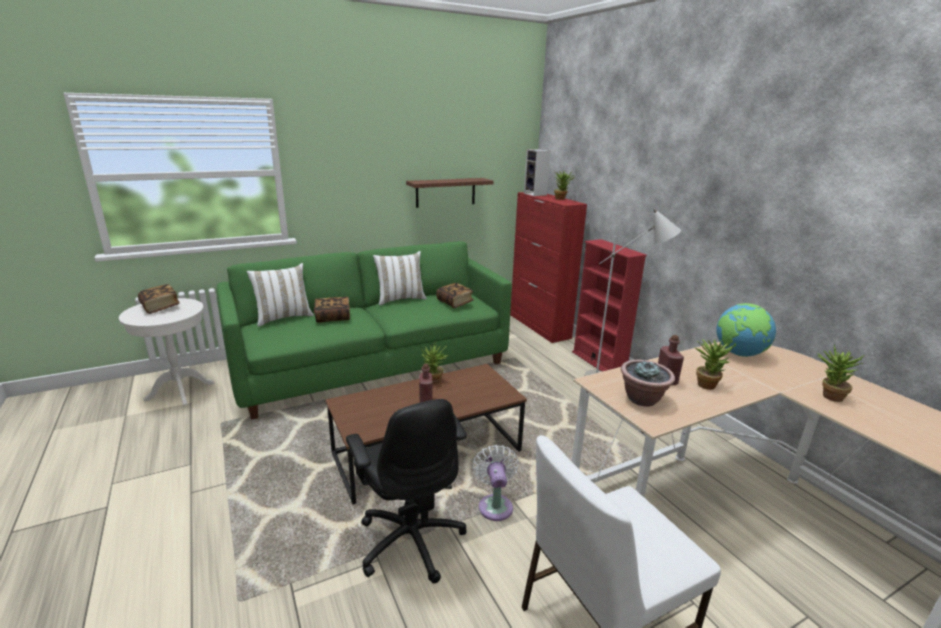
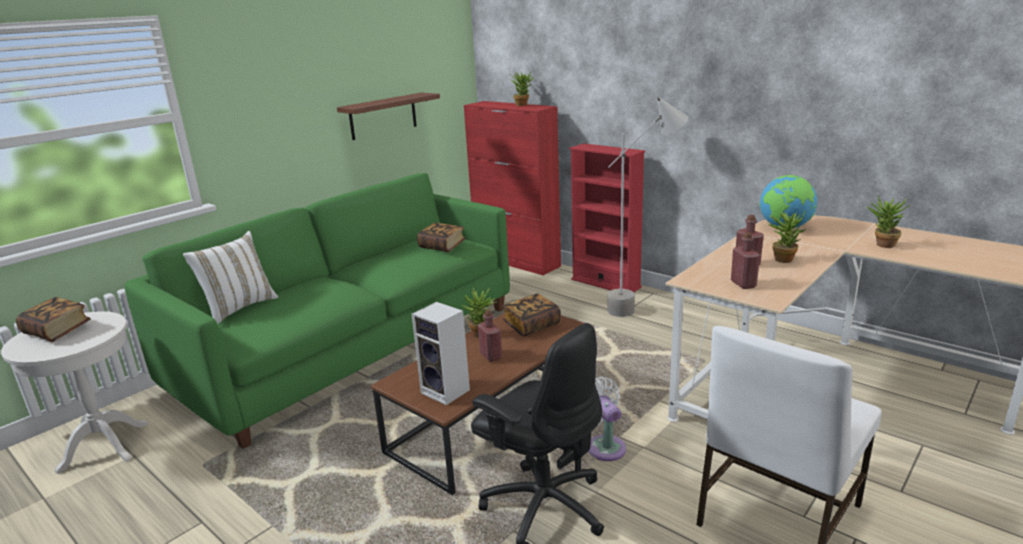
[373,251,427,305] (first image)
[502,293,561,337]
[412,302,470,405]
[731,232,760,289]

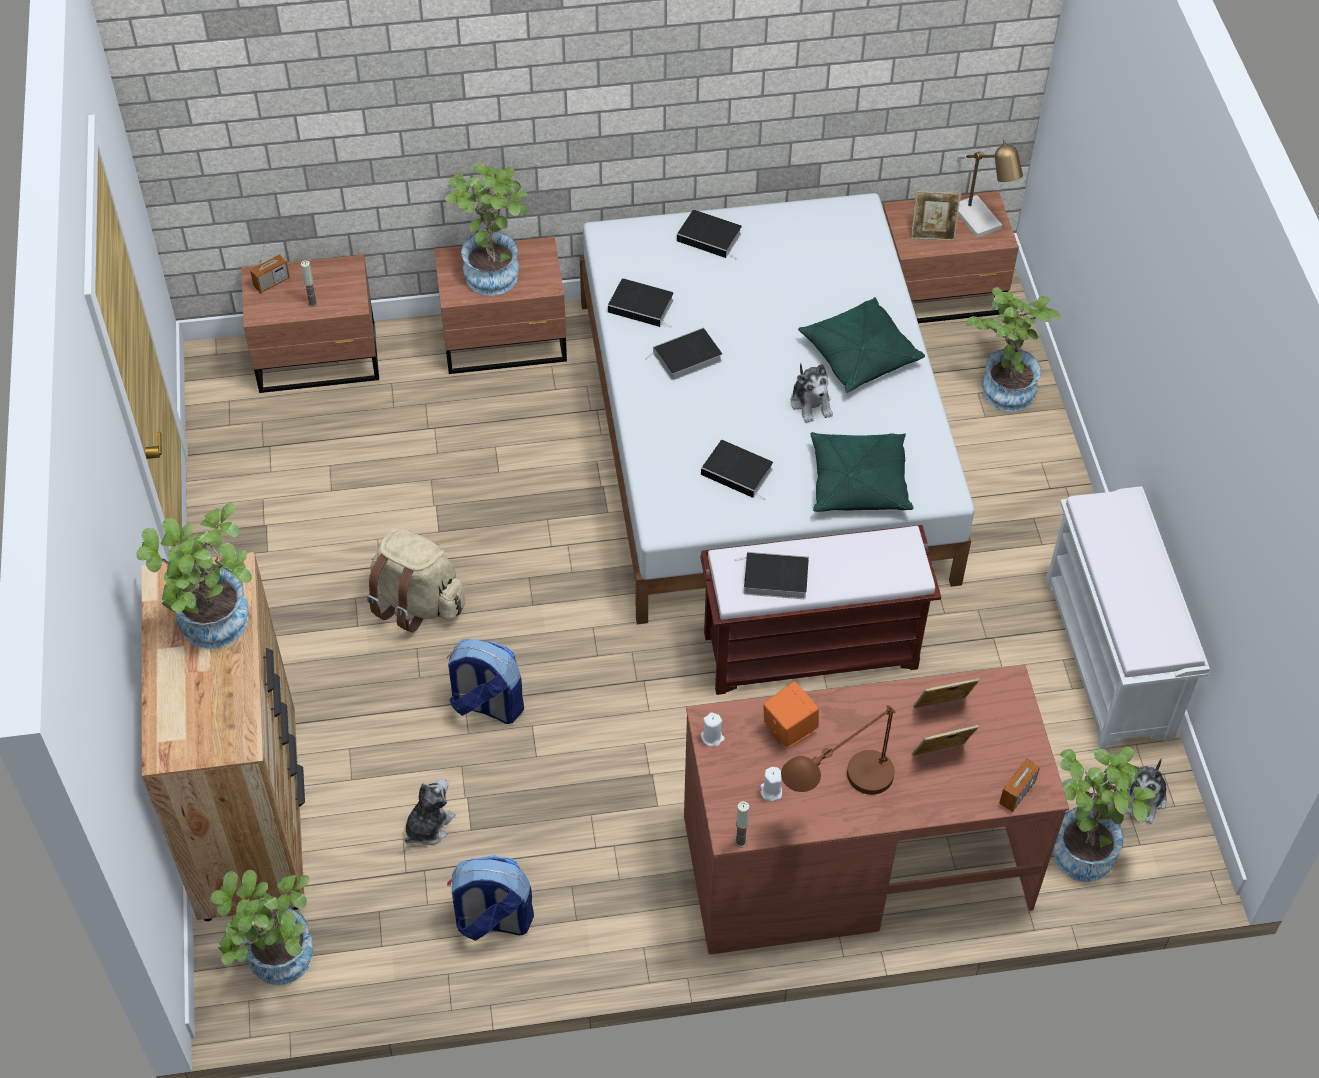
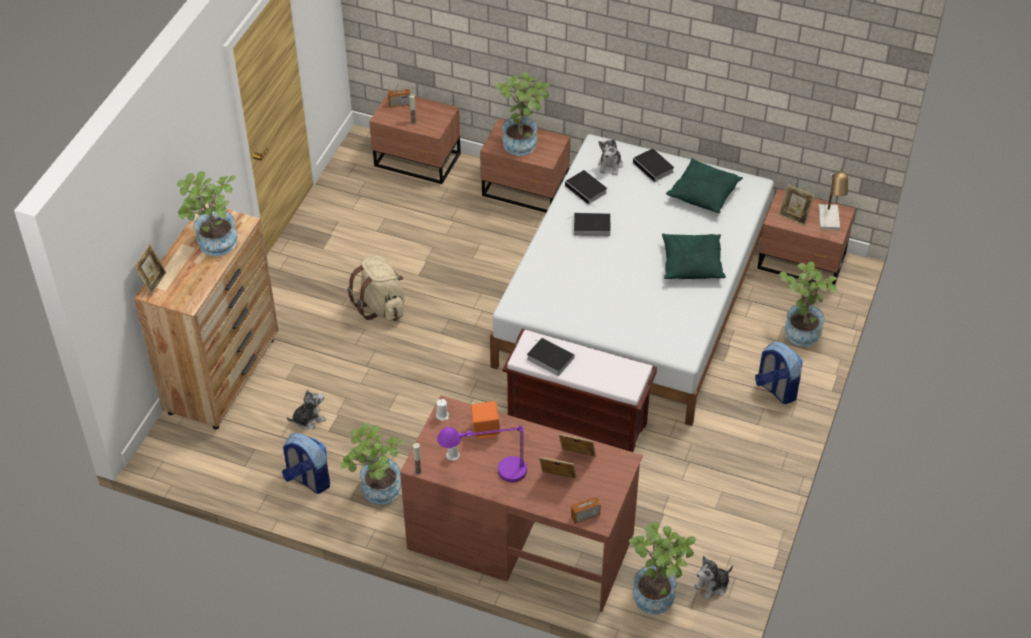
[701,440,773,500] (first image)
[1045,486,1210,749] (first image)
[134,244,166,295]
[340,423,405,504]
[755,341,803,404]
[598,139,623,176]
[666,158,743,213]
[437,425,527,482]

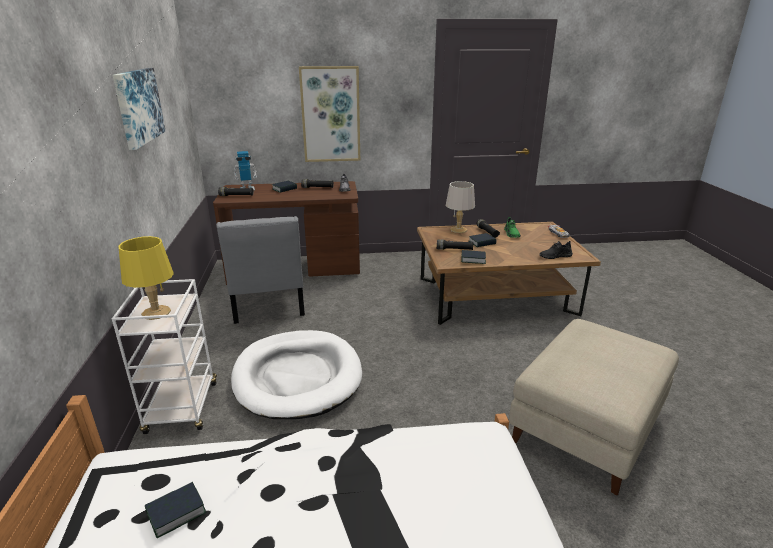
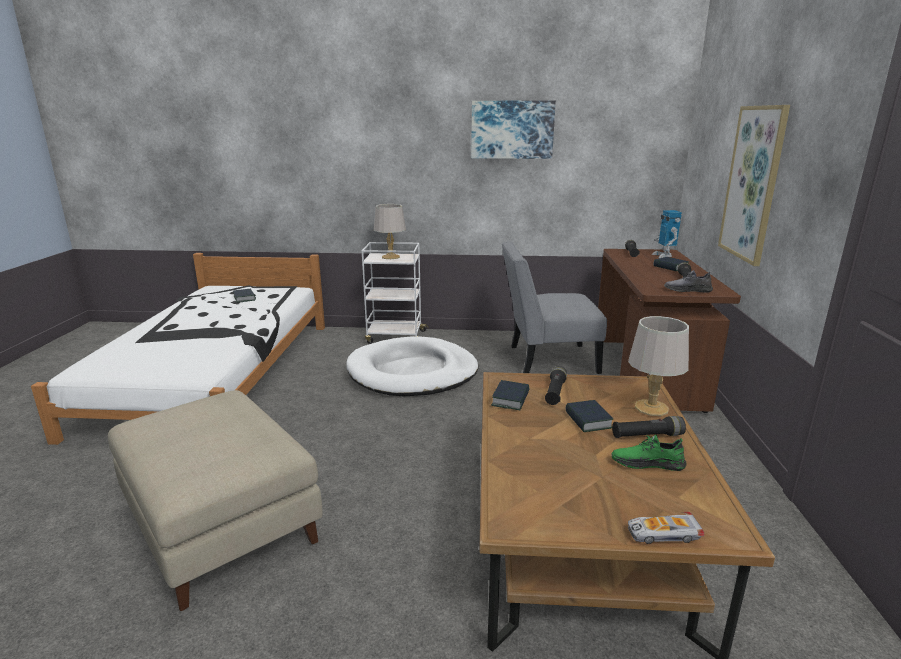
[539,241,573,259] (first image)
[374,204,406,259]

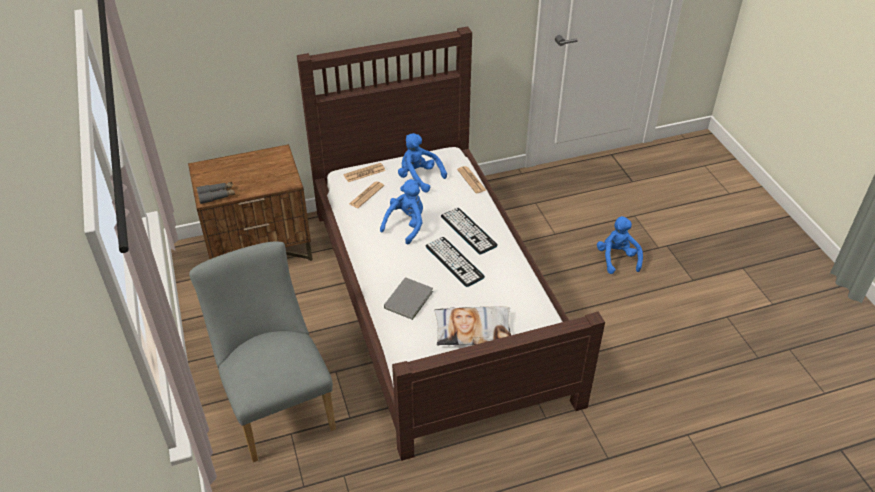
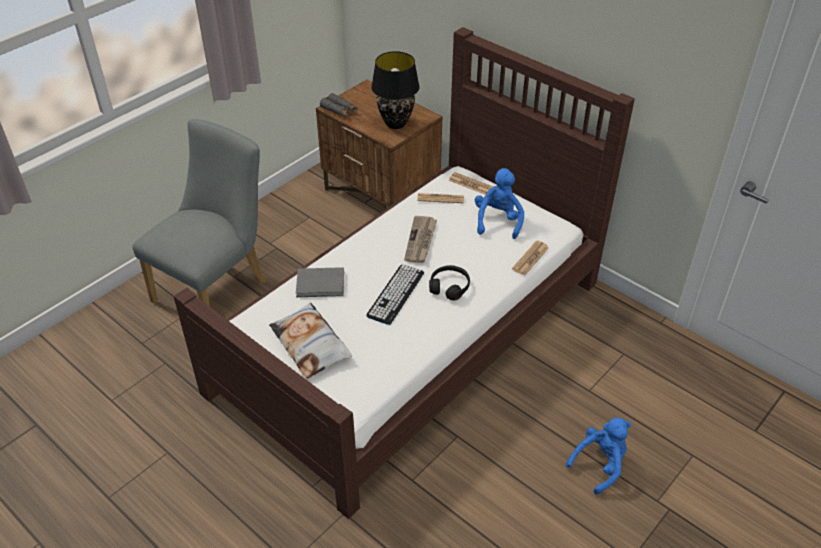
[371,51,420,129]
[404,216,437,263]
[429,265,470,301]

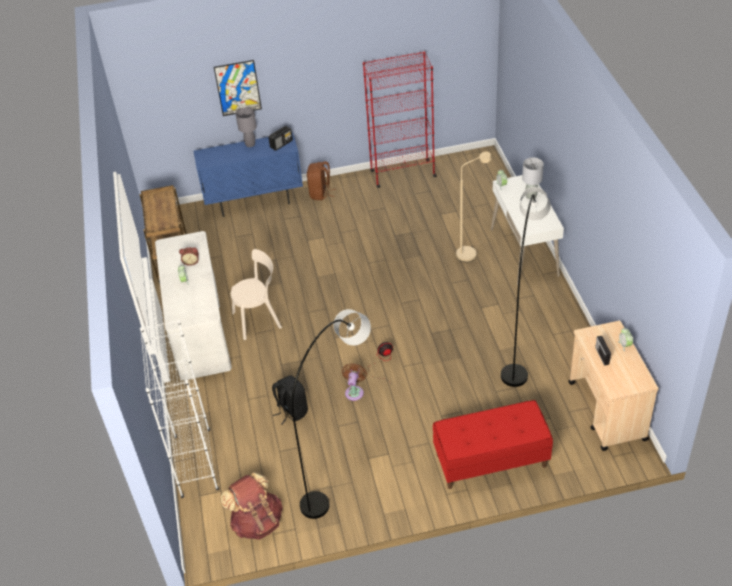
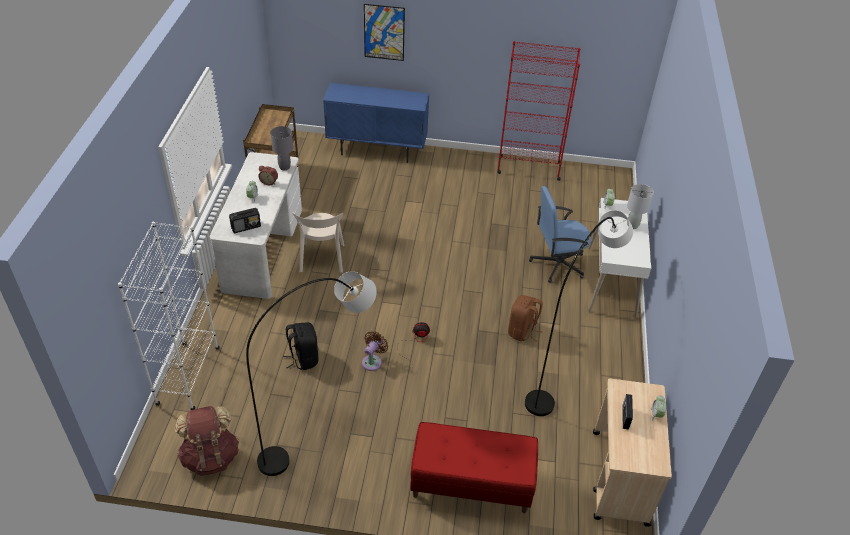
[271,126,293,170]
[229,208,261,233]
[508,295,543,342]
[529,186,591,283]
[292,212,344,273]

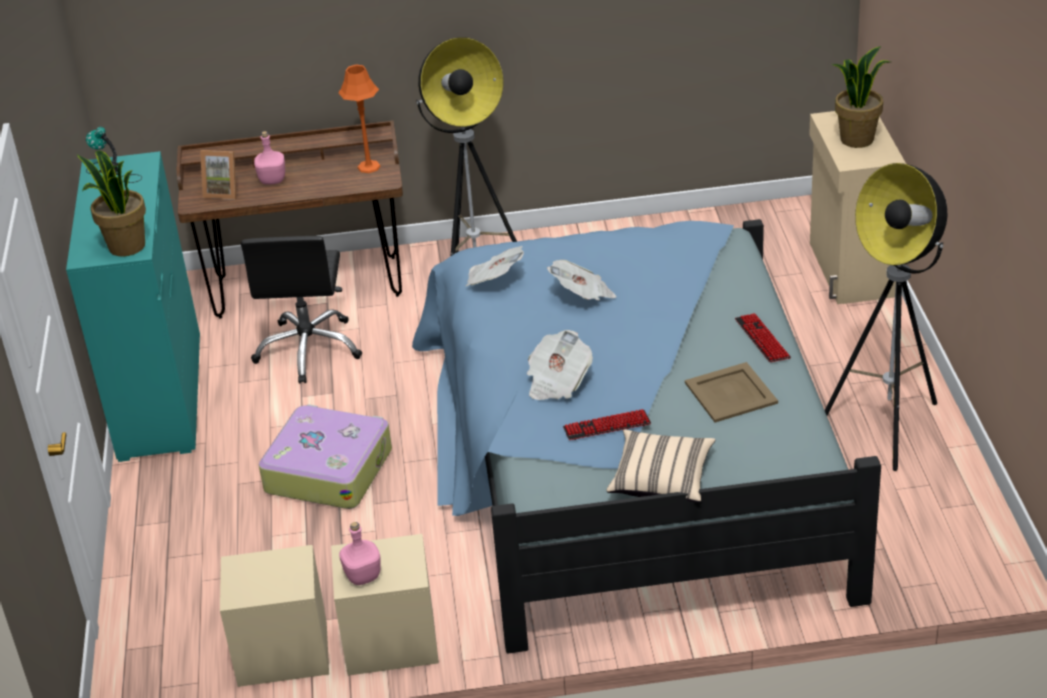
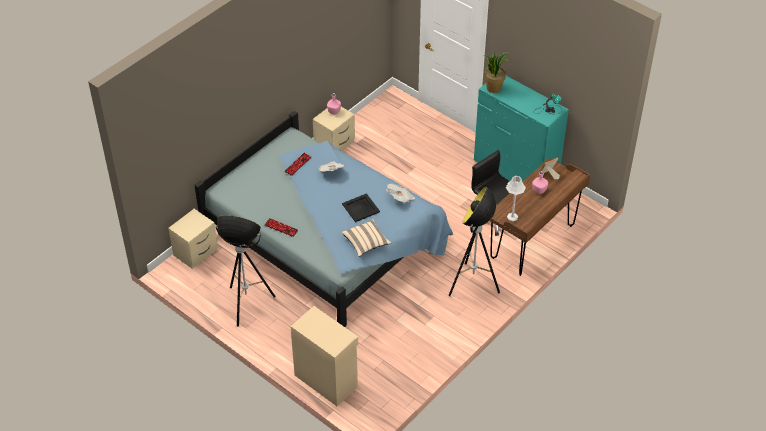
[258,404,392,509] (first image)
[685,362,778,423] (first image)
[832,46,890,148] (first image)
[168,209,218,269]
[342,219,391,257]
[342,193,380,222]
[506,176,526,221]

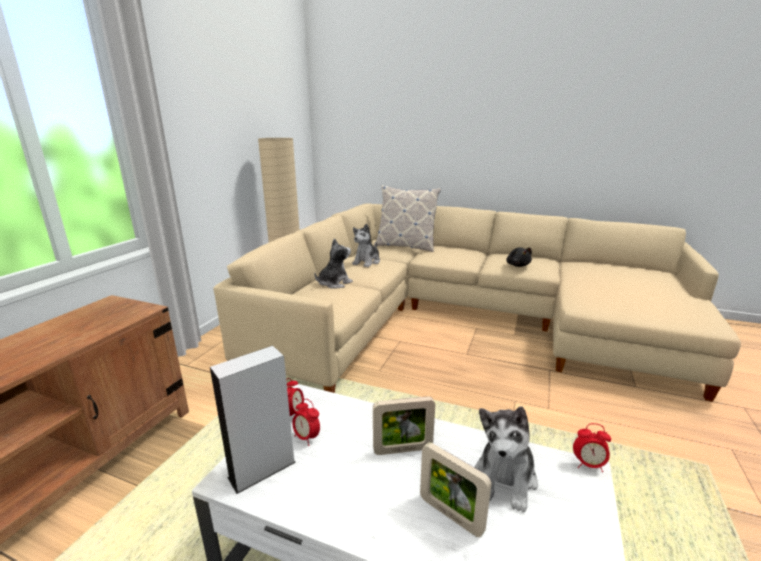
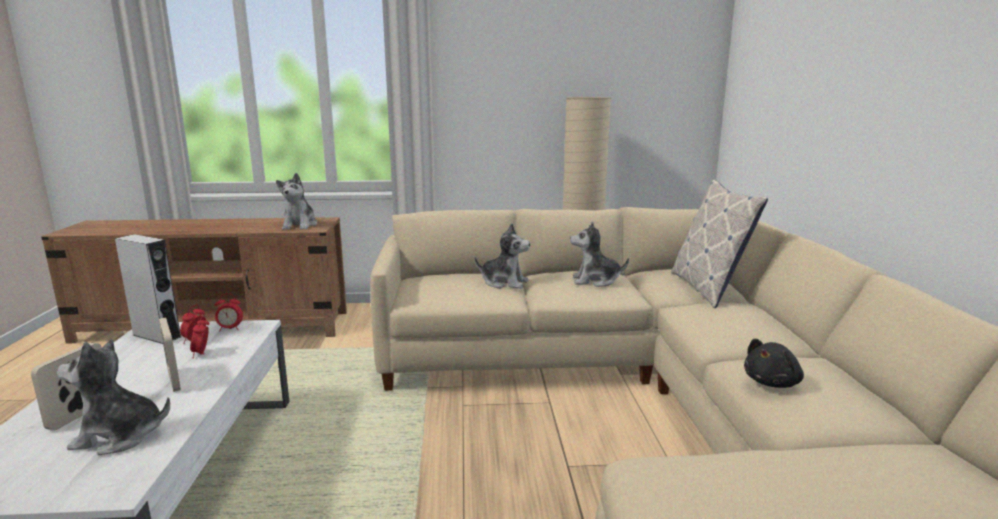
[276,173,317,230]
[190,316,209,358]

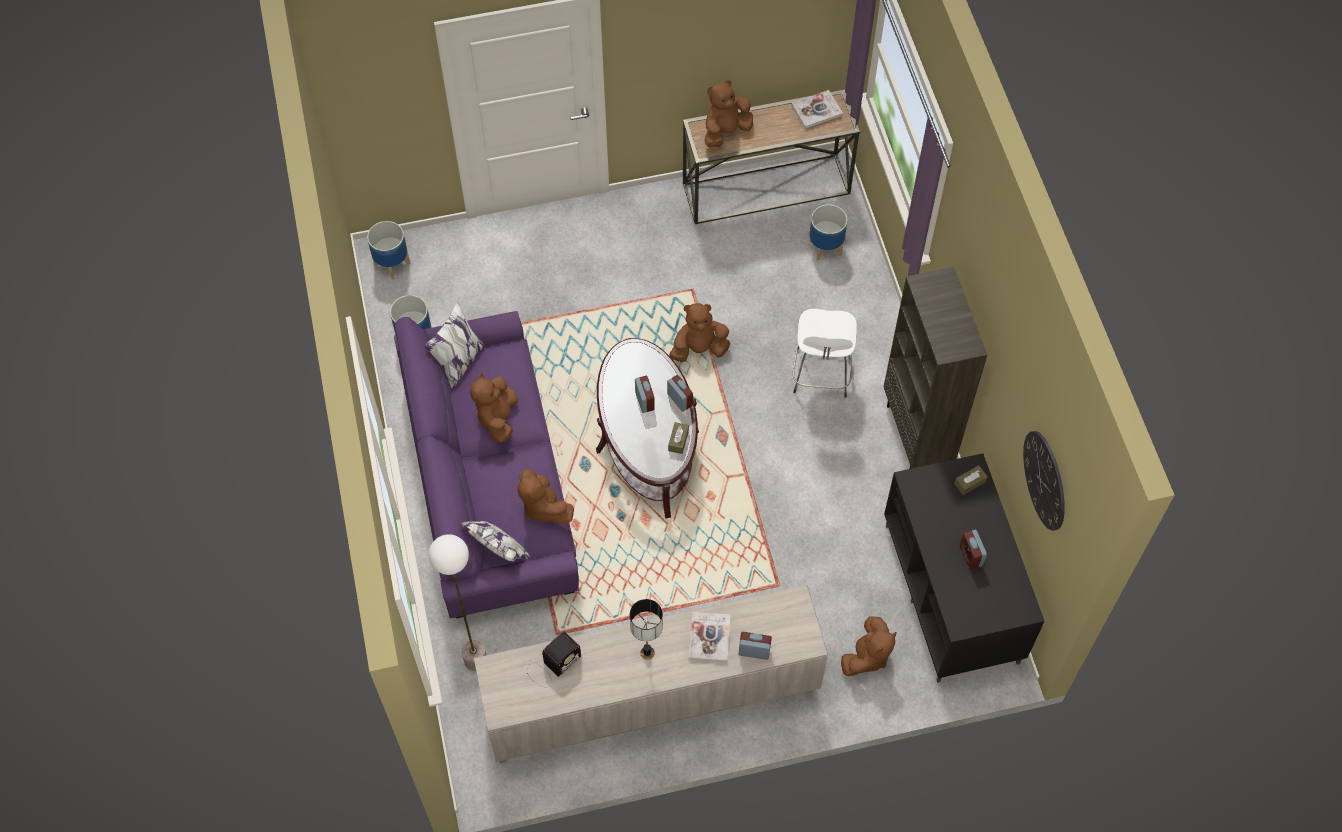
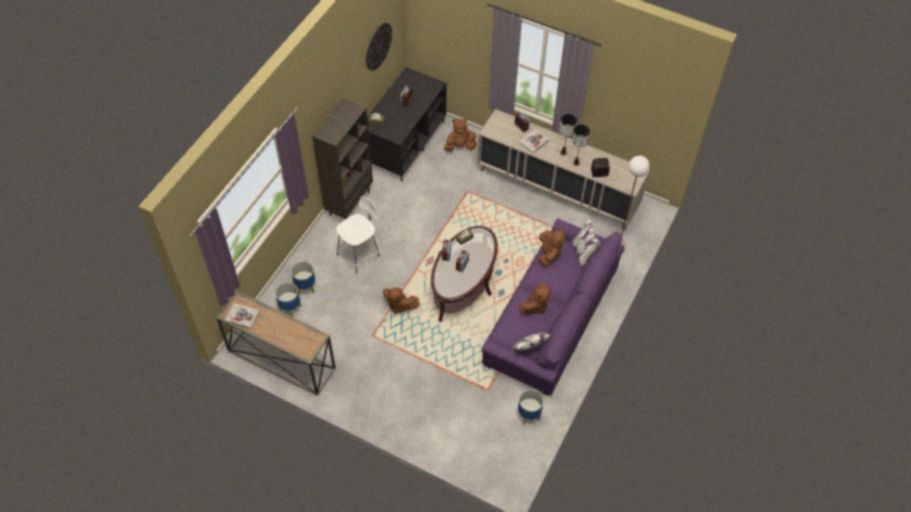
[705,80,753,147] (first image)
[572,125,590,166]
[291,261,315,295]

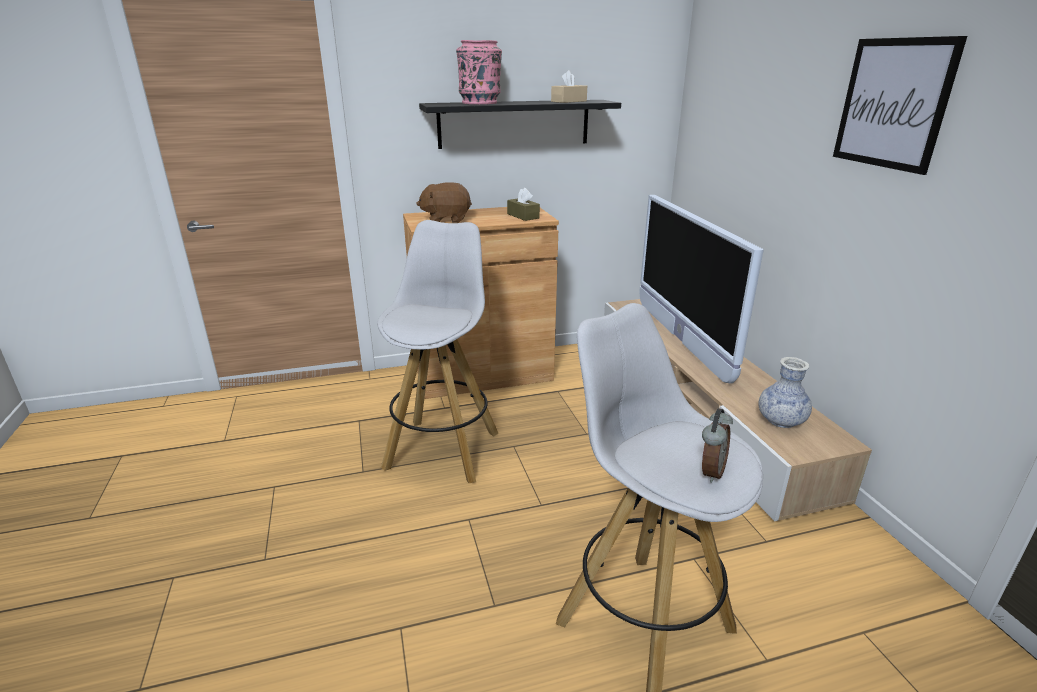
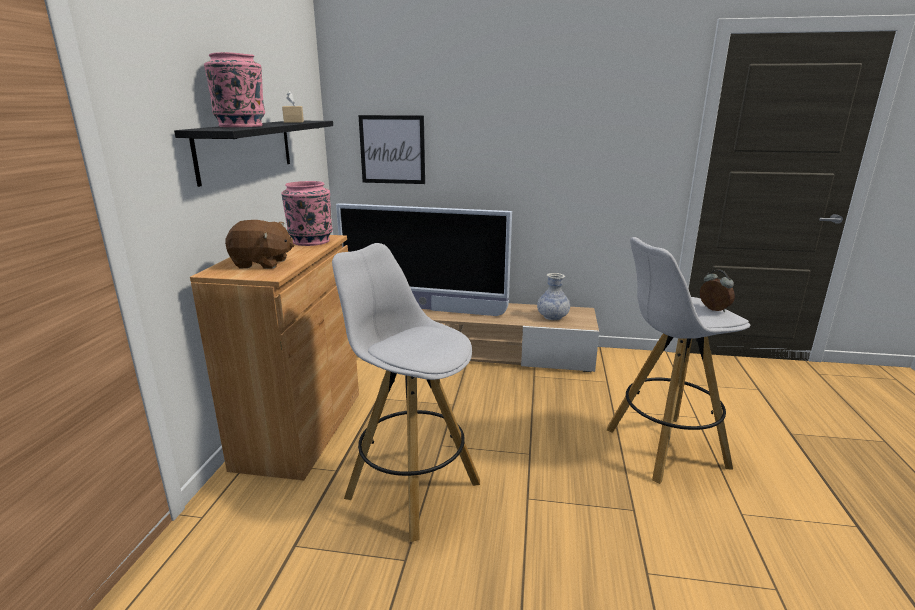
[358,115,425,184]
[281,181,333,246]
[225,220,294,269]

